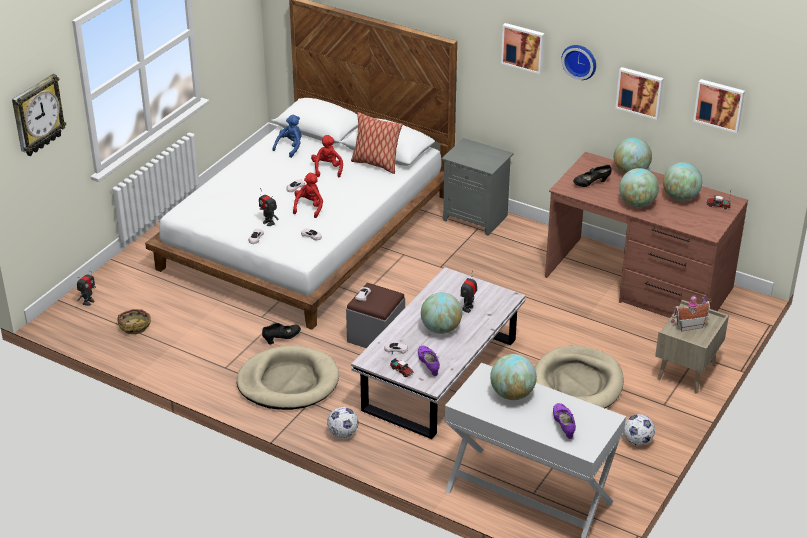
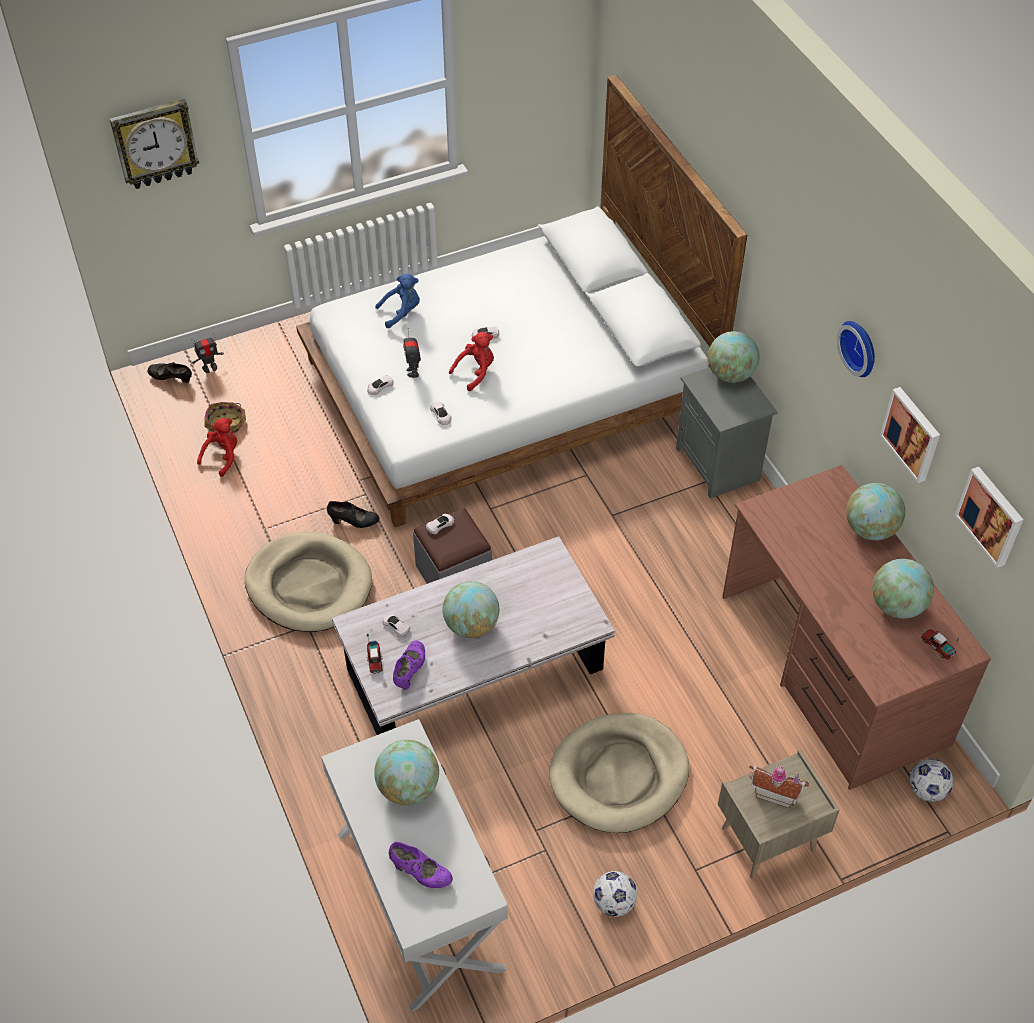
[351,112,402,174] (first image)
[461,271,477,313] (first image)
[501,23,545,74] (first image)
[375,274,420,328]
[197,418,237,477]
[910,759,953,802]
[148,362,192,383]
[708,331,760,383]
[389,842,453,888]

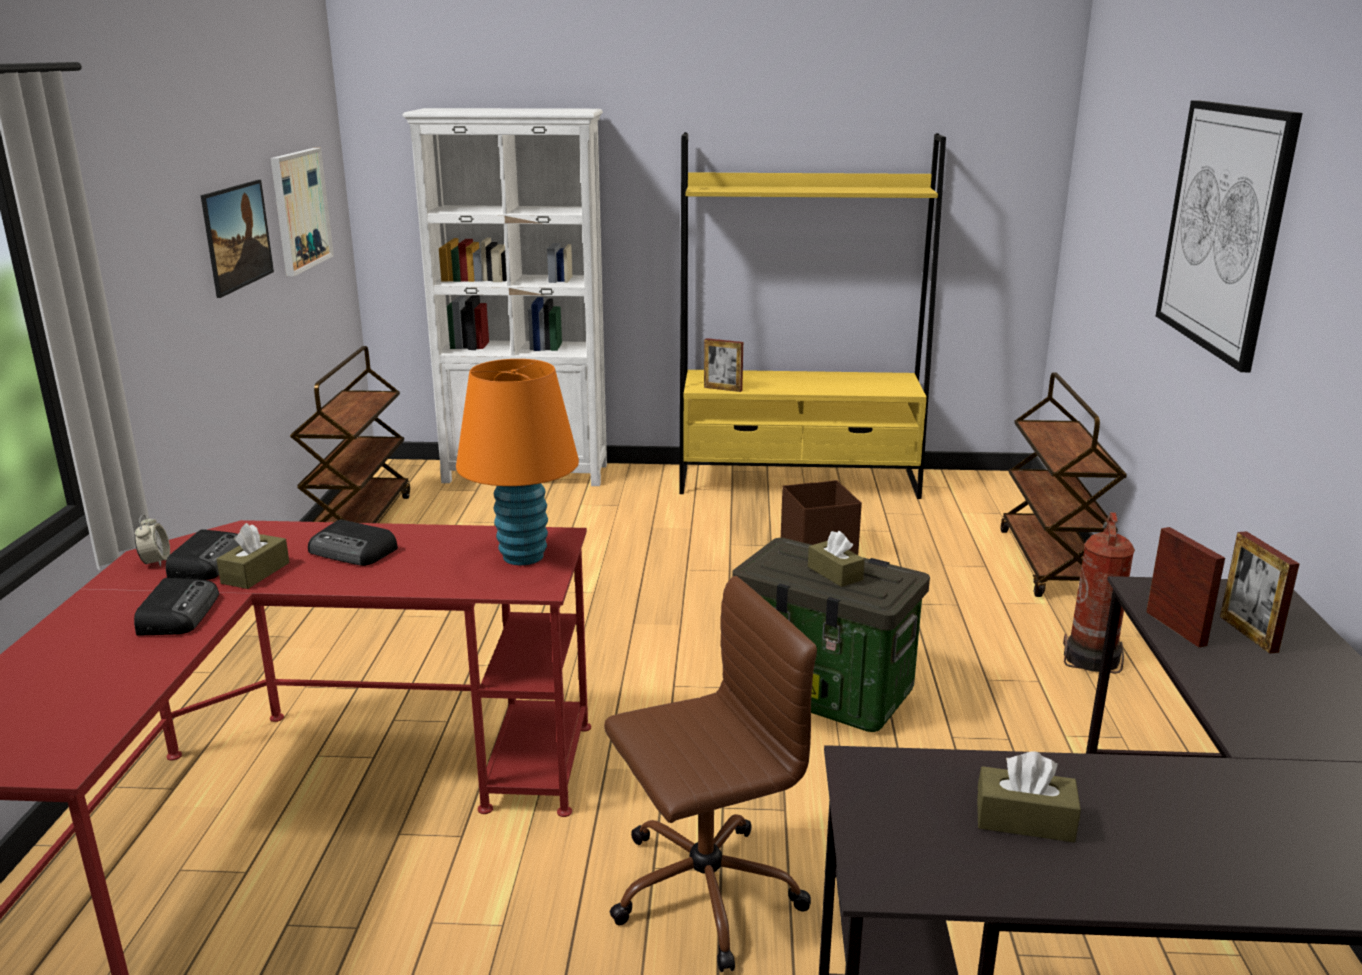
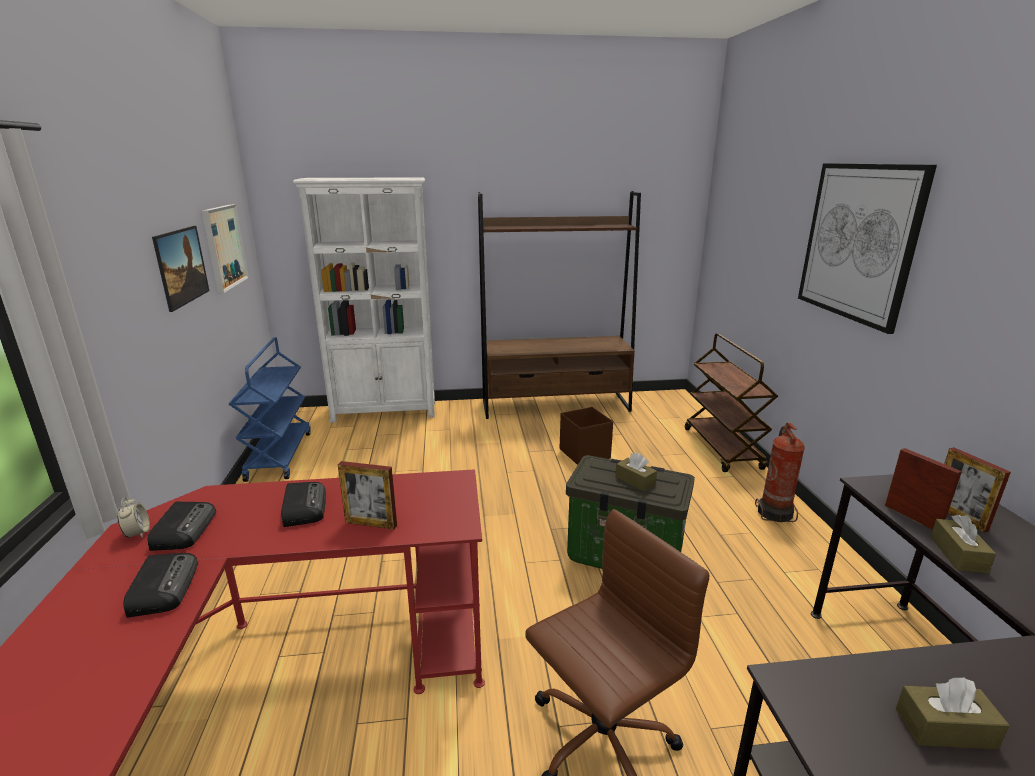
[456,359,579,565] (first image)
[931,515,996,573]
[338,461,397,529]
[229,337,311,482]
[478,191,641,419]
[281,482,326,527]

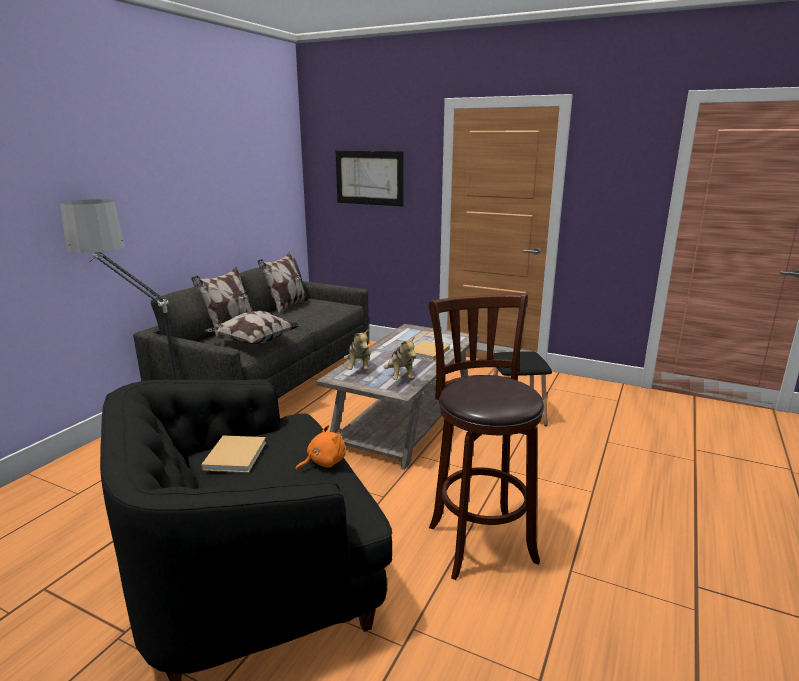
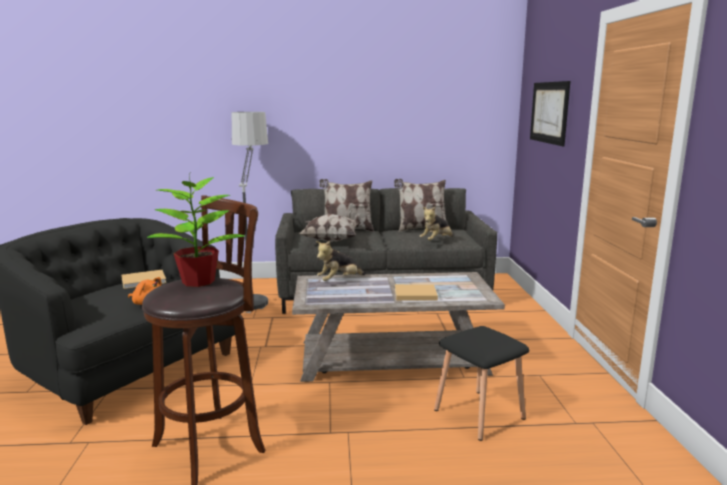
[147,171,245,287]
[420,207,453,240]

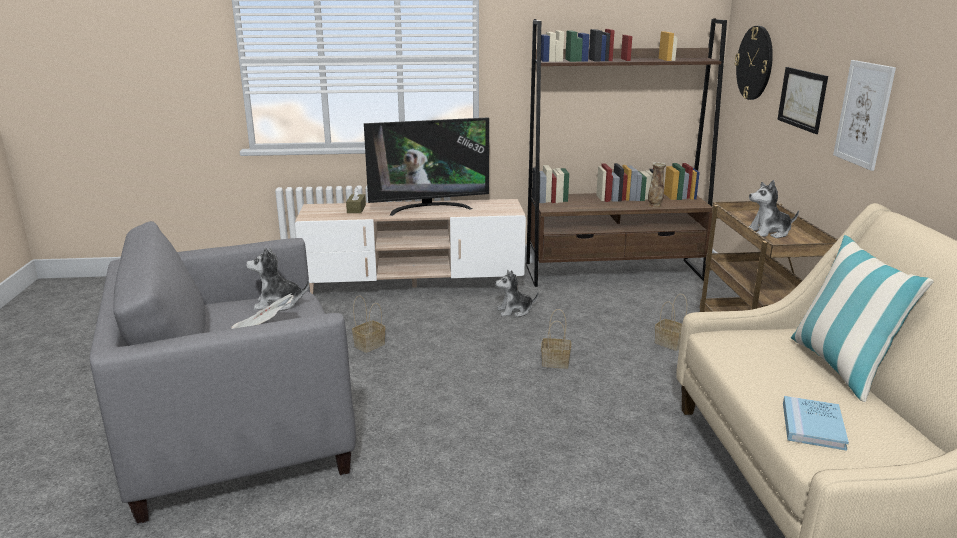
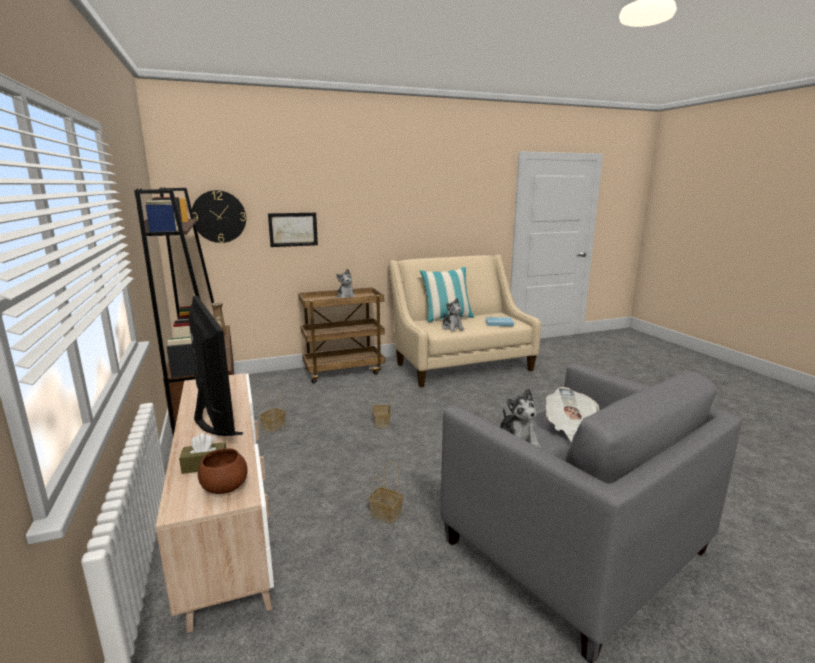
[833,60,896,171] (first image)
[198,448,248,494]
[442,298,464,332]
[260,389,286,433]

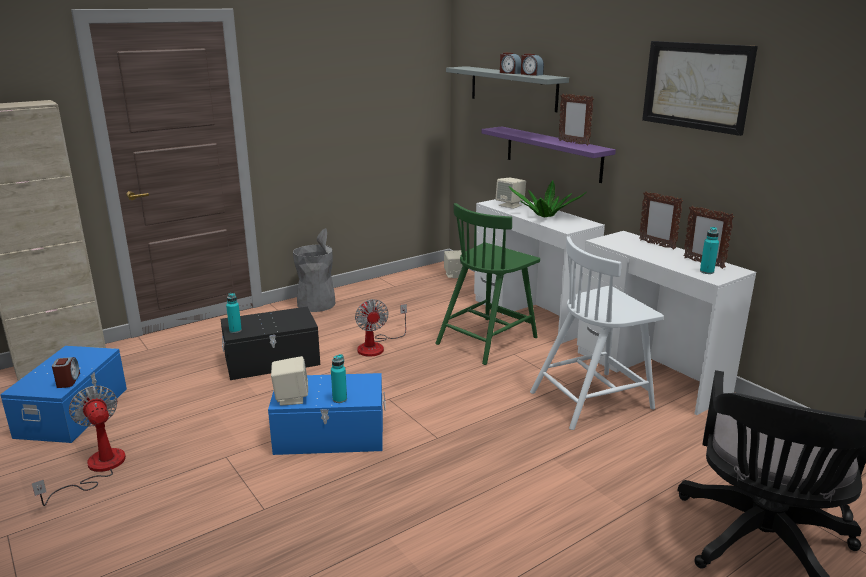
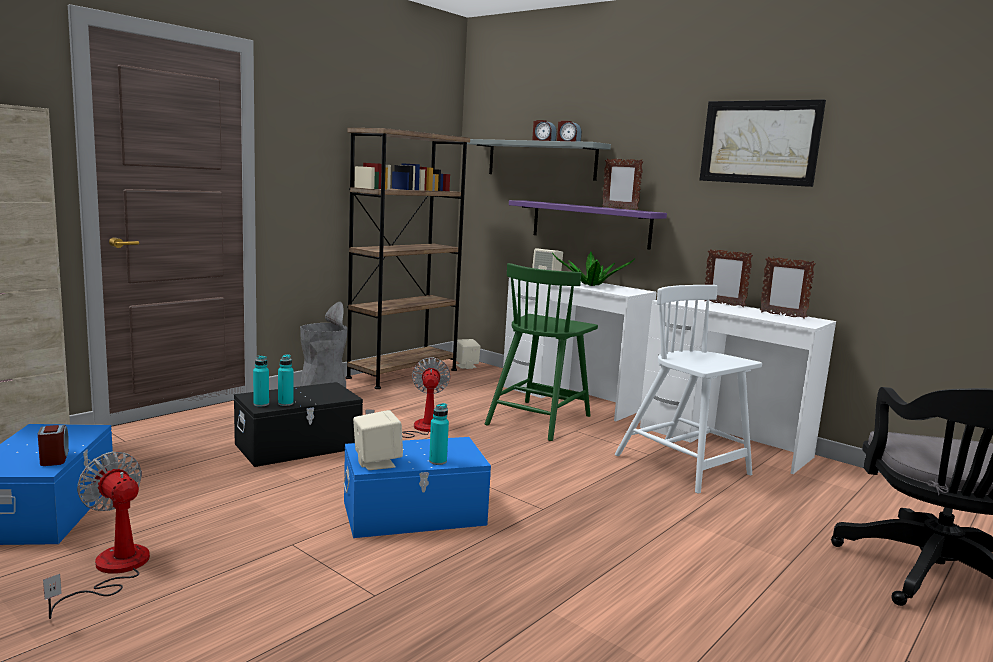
[345,128,470,389]
[278,354,293,406]
[366,357,450,438]
[615,285,762,494]

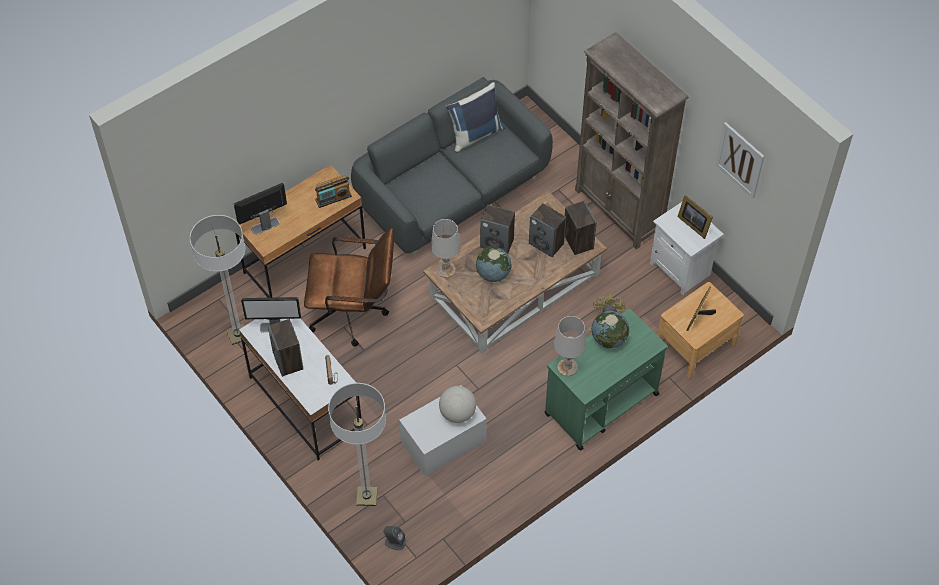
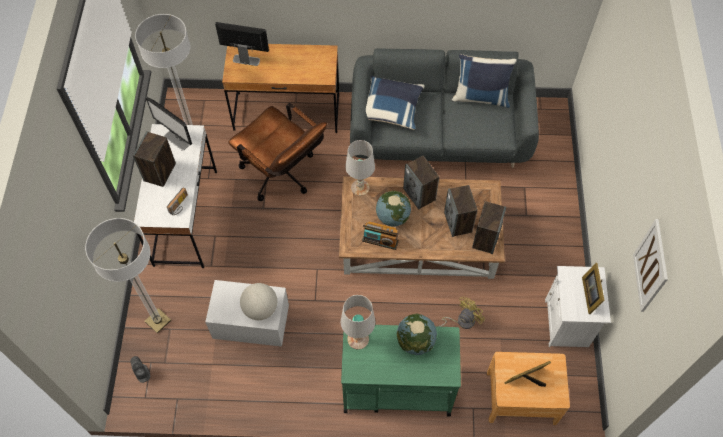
[575,32,689,249] (first image)
[366,76,425,130]
[362,221,399,250]

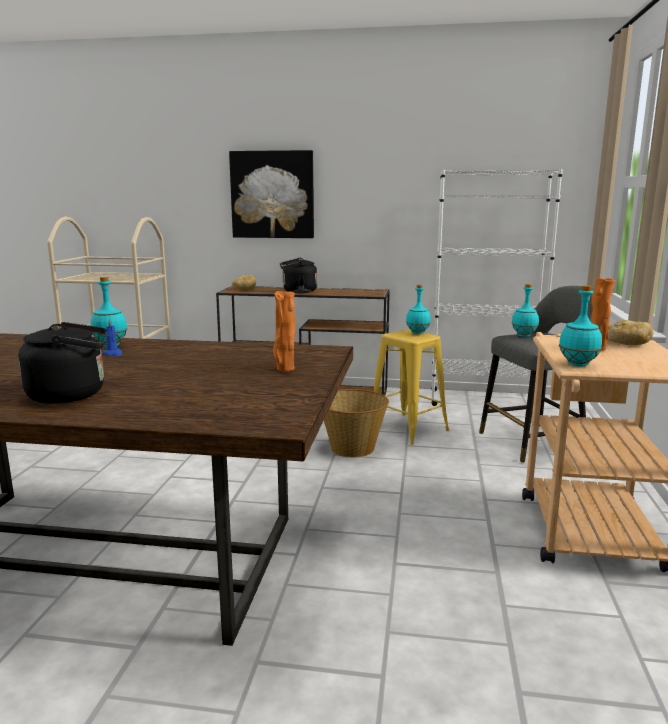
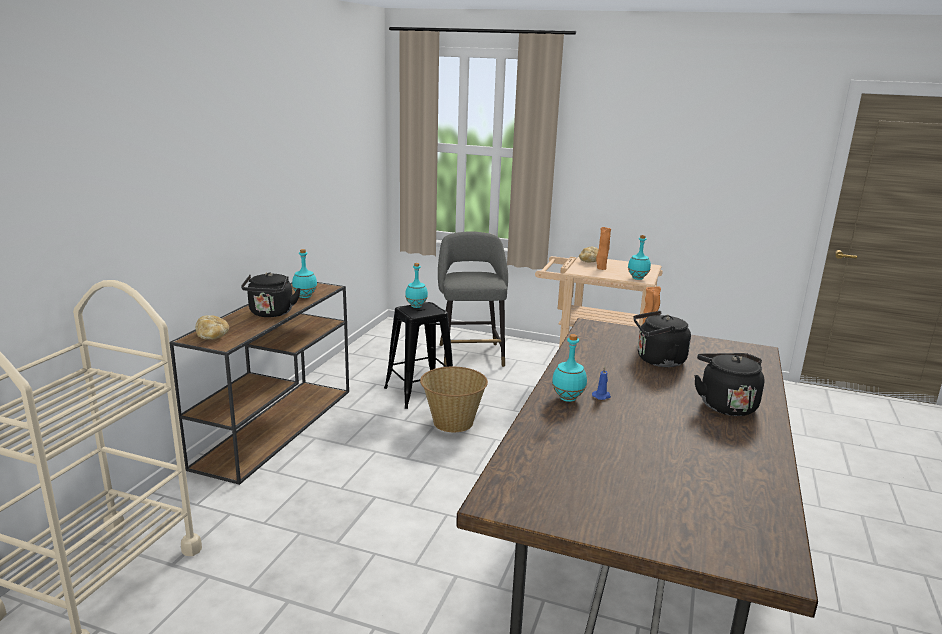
[229,150,314,238] (first image)
[431,169,563,406] (first image)
[634,311,691,367]
[292,249,317,298]
[384,302,453,409]

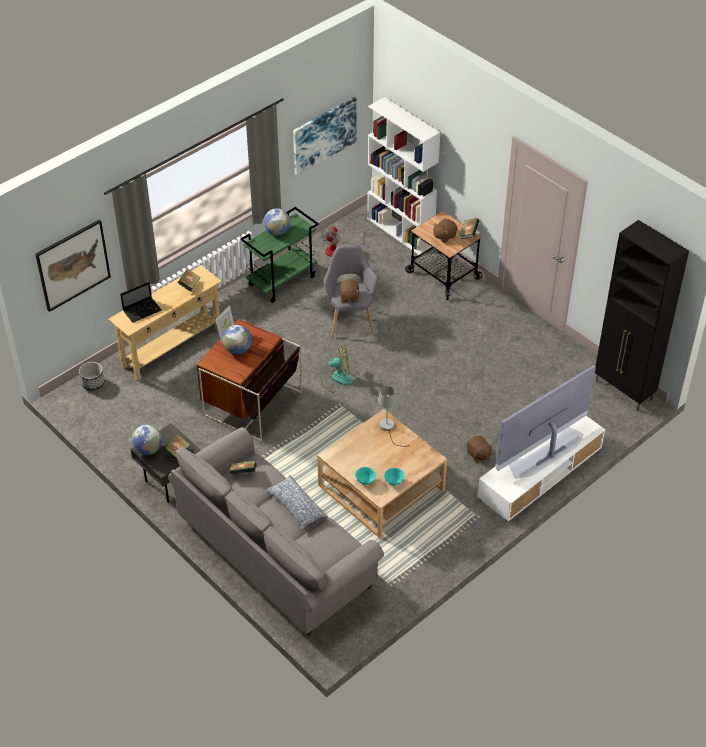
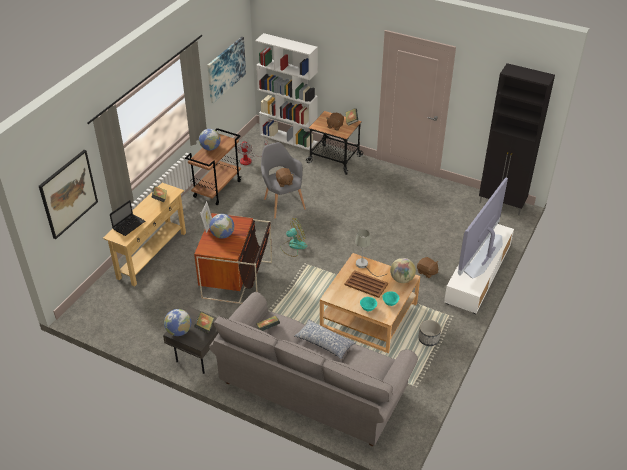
[345,270,388,298]
[390,258,416,283]
[418,320,441,346]
[185,128,241,205]

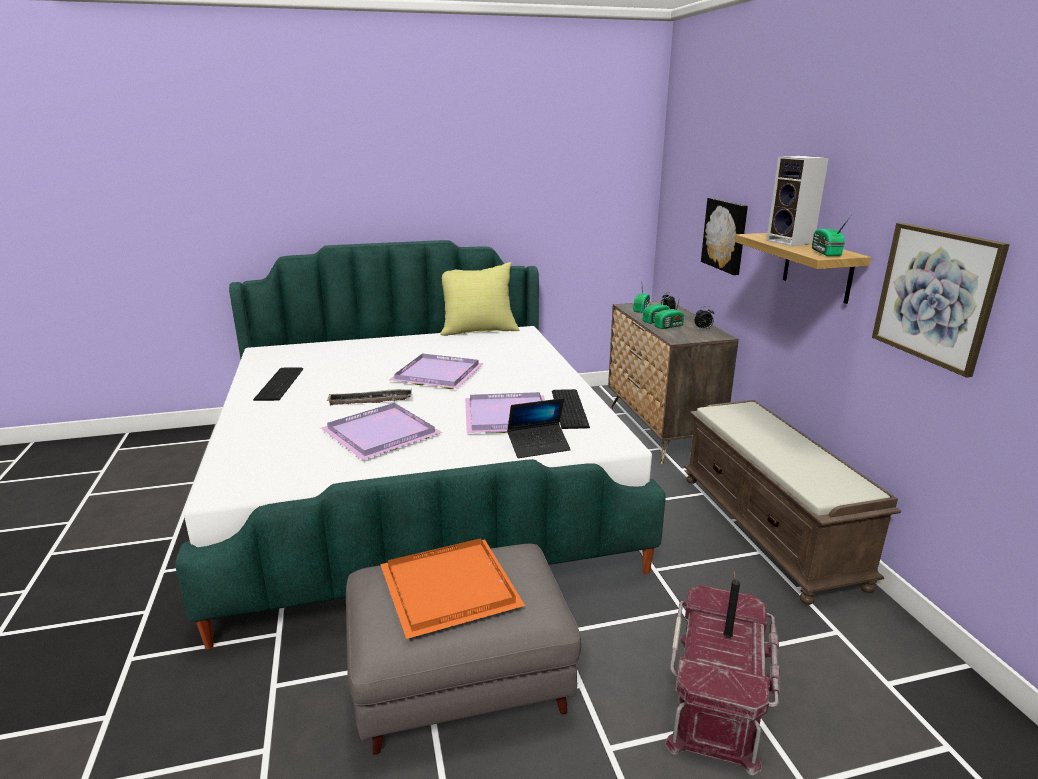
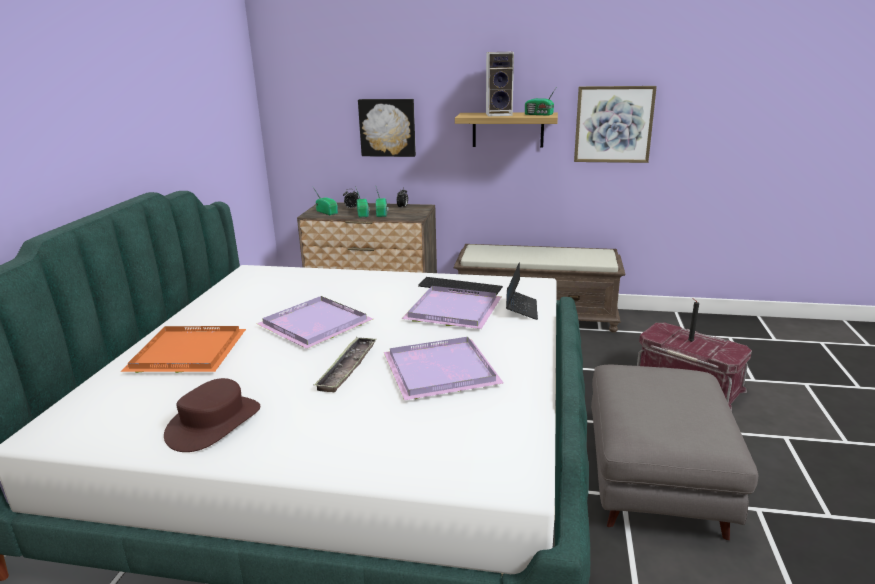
[440,262,519,336] (first image)
[121,326,246,373]
[164,378,260,452]

